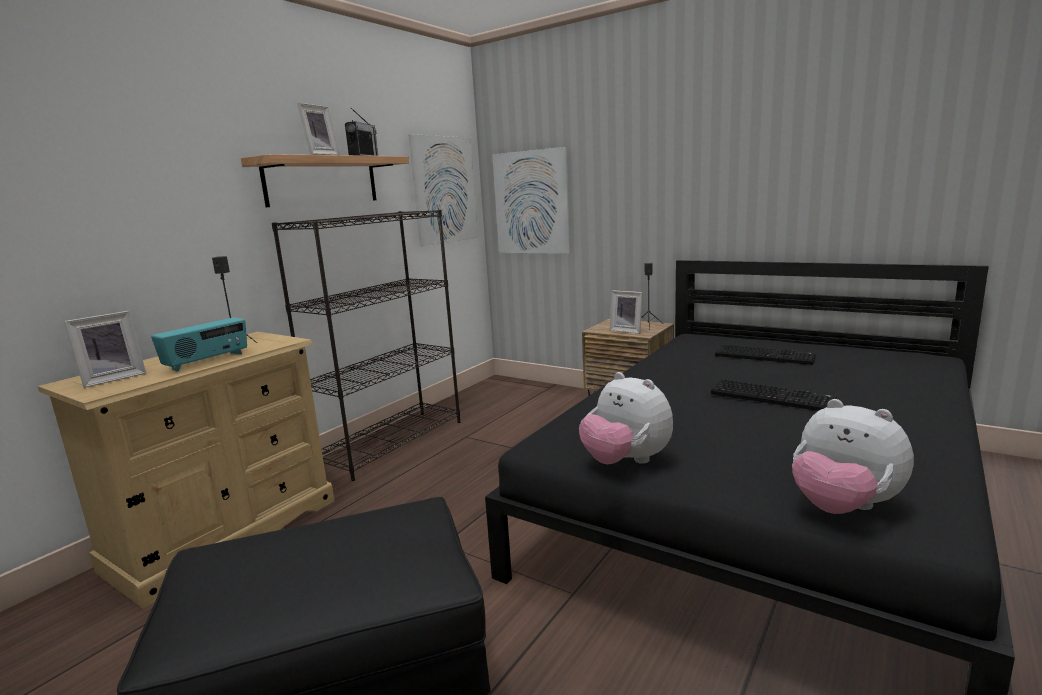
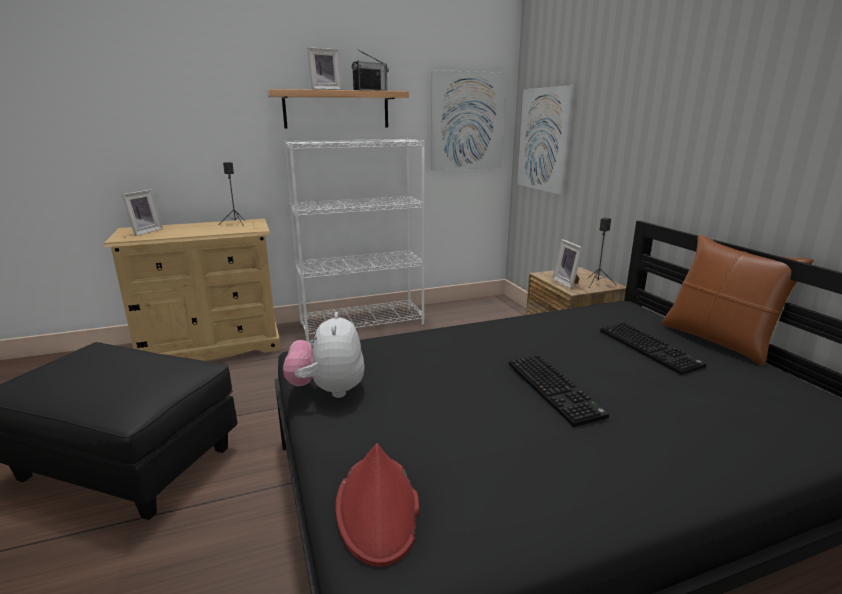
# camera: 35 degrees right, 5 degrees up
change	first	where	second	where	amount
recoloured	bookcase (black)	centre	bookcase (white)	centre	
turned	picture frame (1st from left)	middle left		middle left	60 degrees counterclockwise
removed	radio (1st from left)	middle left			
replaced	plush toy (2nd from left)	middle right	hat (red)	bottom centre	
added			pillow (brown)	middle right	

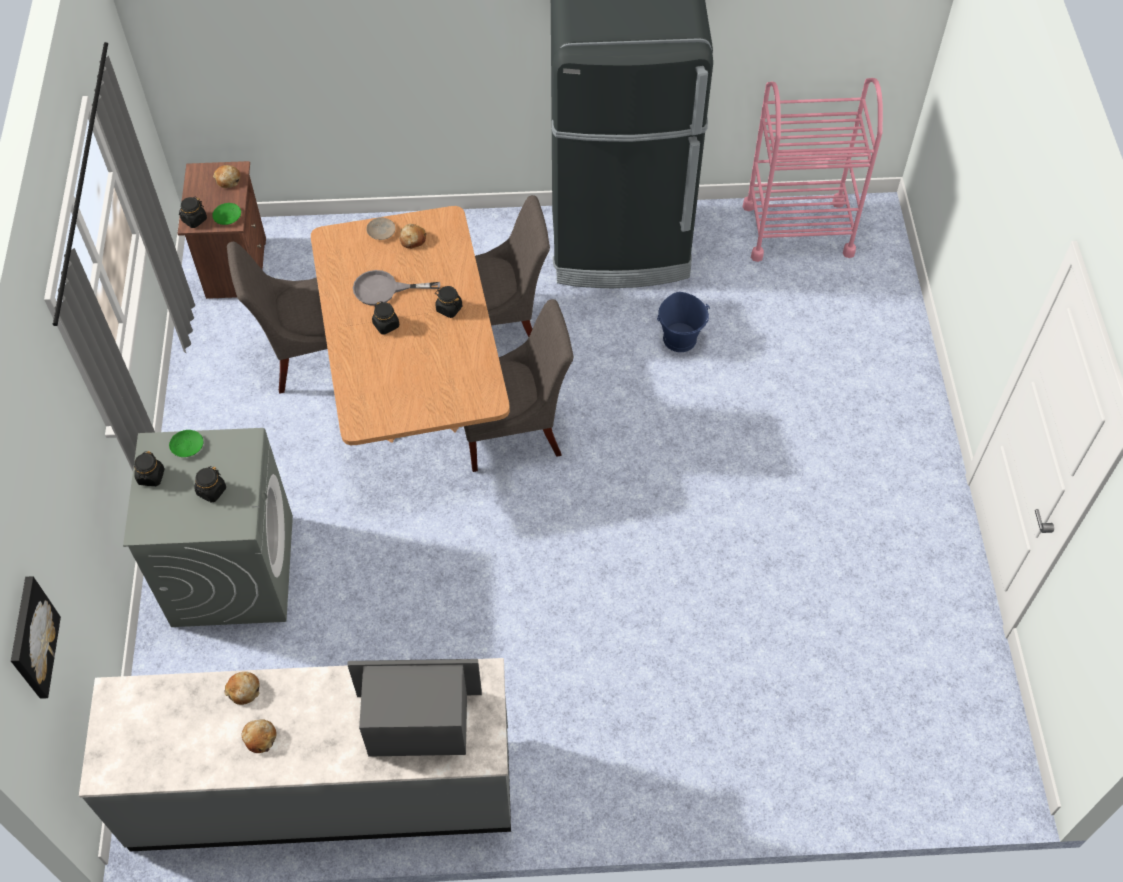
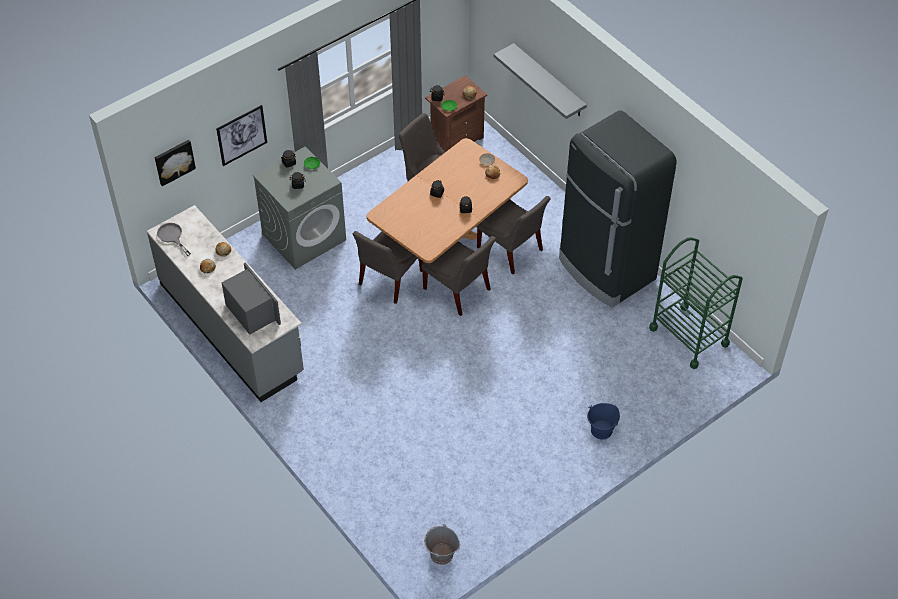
# camera: 55 degrees right, 5 degrees down
change	first	where	second	where	amount
recoloured	cart (pink)	top right	cart (green)	middle right	
moved	frying pan (grey)	top centre		middle left	
moved	bucket (blue)	centre		bottom right	
added			shelf (grey)	top centre	
added			picture (2nd from left)	top left	
added			chair (grey) (1st from left)	centre	
added			bucket (grey)	bottom centre	

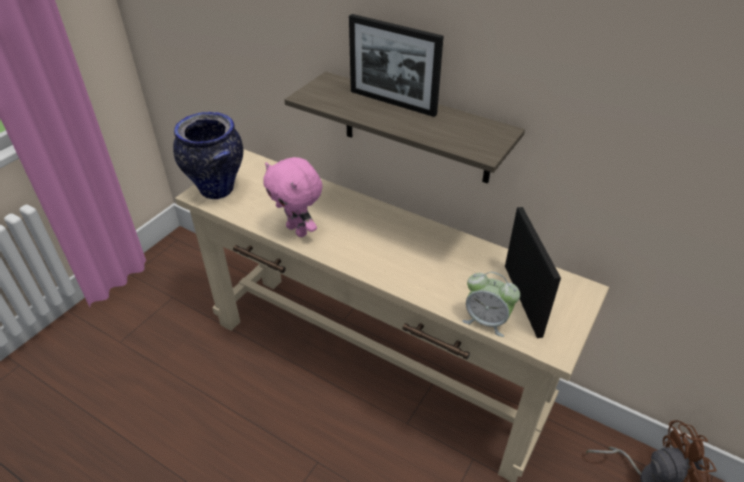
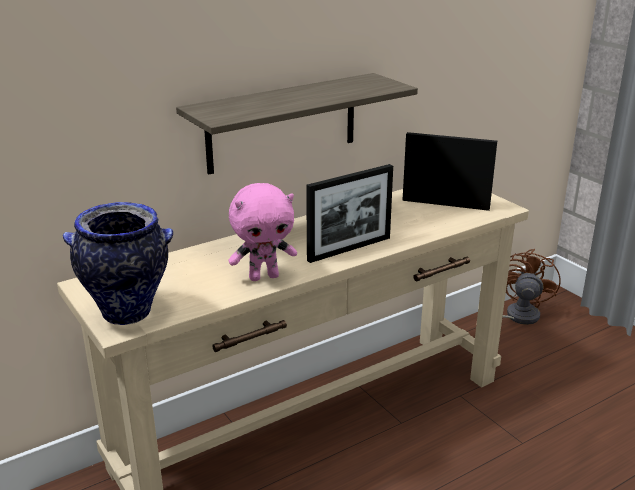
# camera: 65 degrees left, 15 degrees down
change	first	where	second	where	amount
moved	picture frame (1st from left)	top centre		centre	
removed	alarm clock	centre			

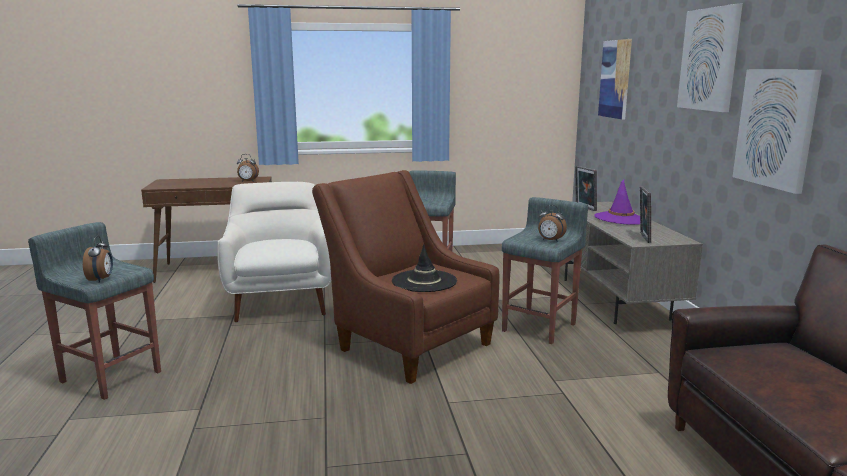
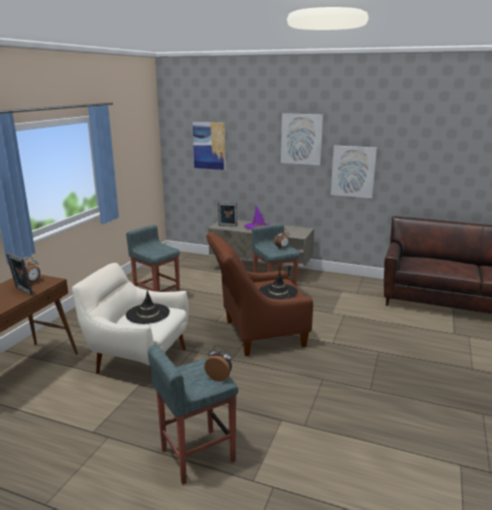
# camera: 60 degrees left, 5 degrees up
change	first	where	second	where	amount
moved	picture frame (2nd from left in the first image)	middle right	picture frame (1st from left)	middle left	
added			hat (black) (1st from left)	middle left	

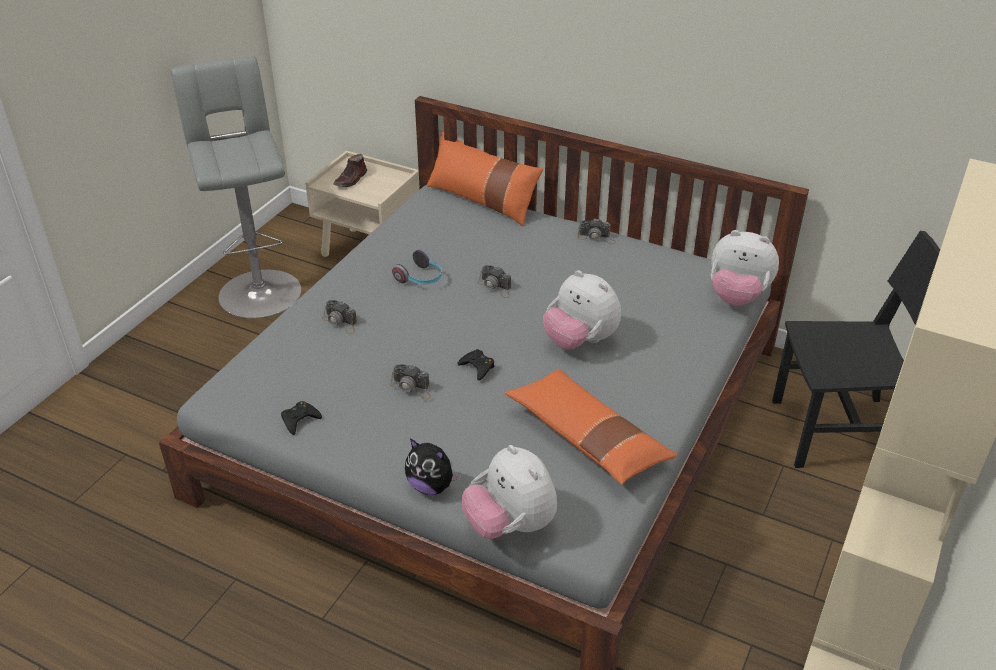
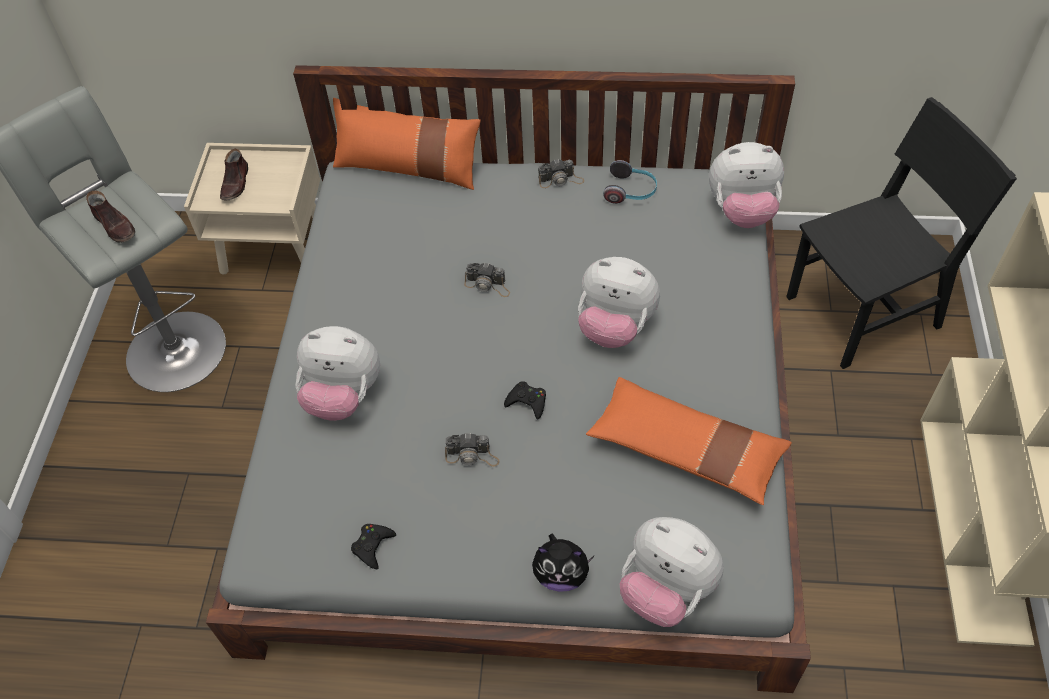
# camera: 20 degrees left, 15 degrees up
change	first	where	second	where	amount
moved	headphones	centre		top centre	
replaced	photo camera (1st from left)	centre	plush toy (1st from left)	middle left	
added			shoe (brown) (1st from left)	top left	

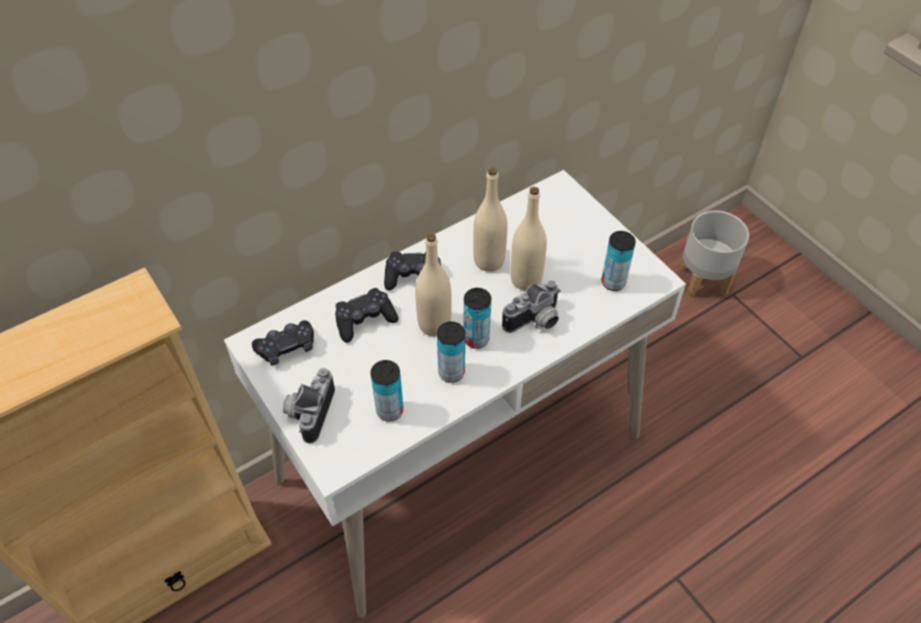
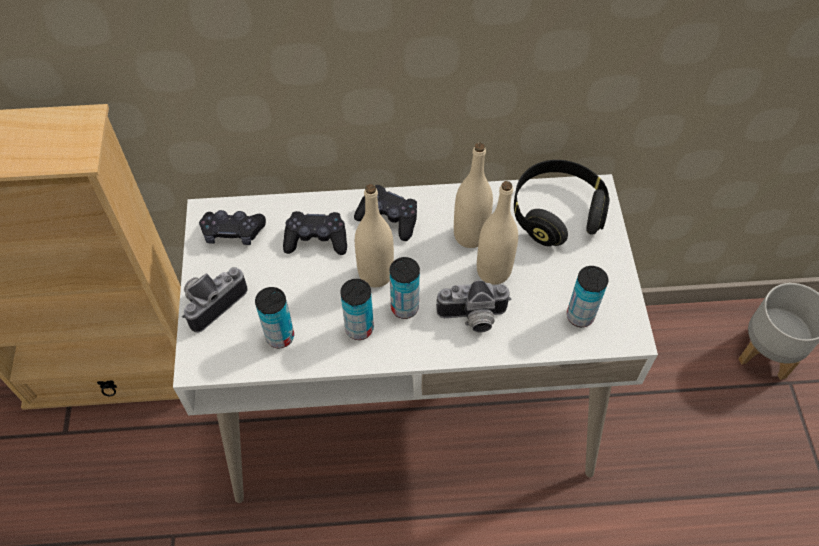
# camera: 30 degrees right, 5 degrees up
change	first	where	second	where	amount
added			headphones (black)	middle right	

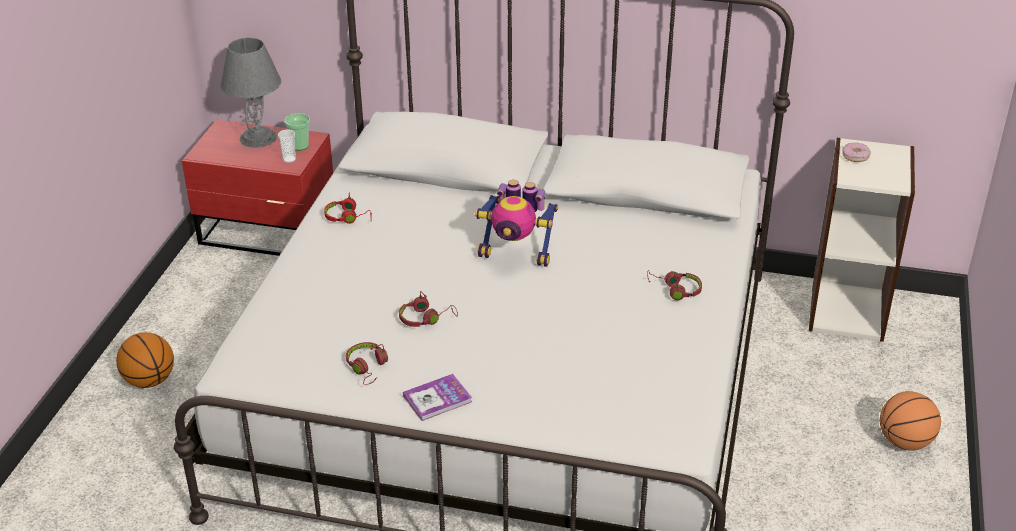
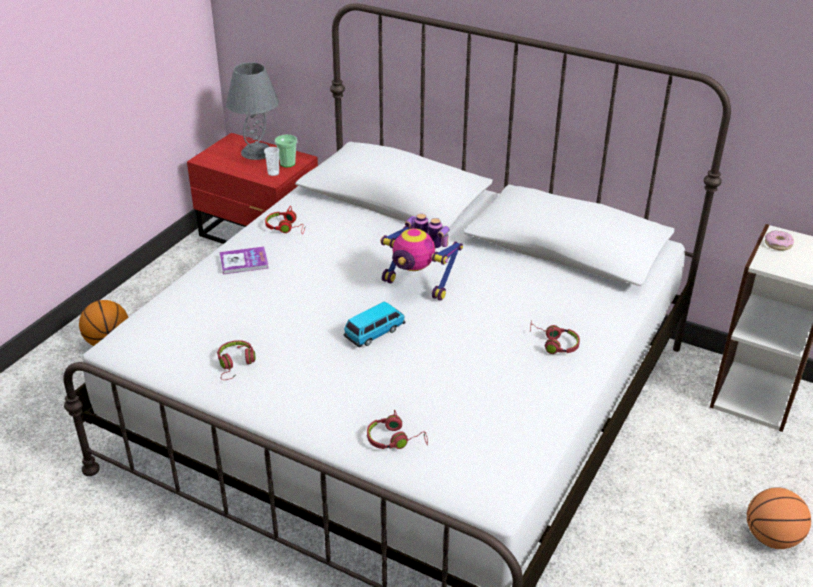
# camera: 15 degrees right, 0 degrees up
change	first	where	second	where	amount
moved	headphones (red) (3rd from left)	centre		bottom centre	
moved	book	bottom centre		middle left	
added			toy car	centre	

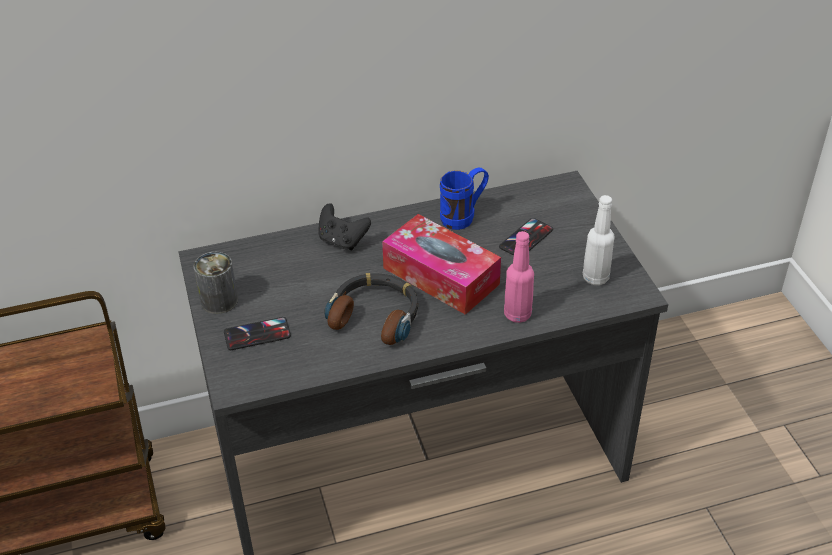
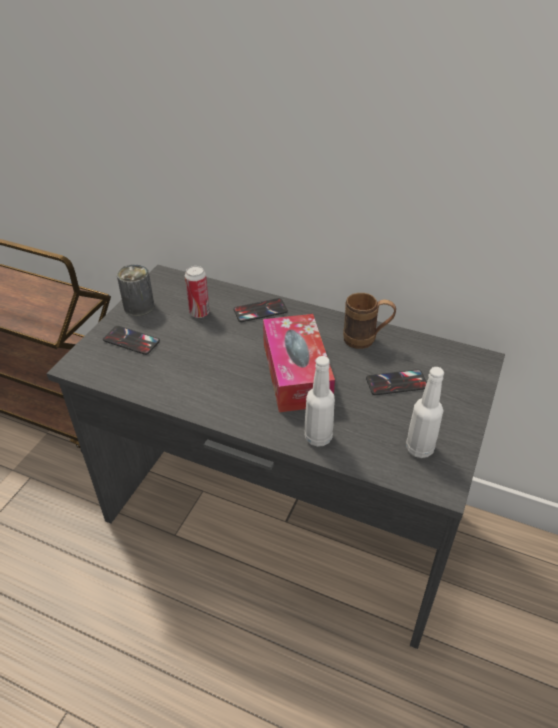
# camera: 40 degrees right, 0 degrees up
change	first	where	second	where	amount
recoloured	mug (blue)	centre	mug (brown)	centre	
replaced	game controller (black)	centre	phone (2nd from left)	centre	
recoloured	bottle (pink)	centre	bottle (white) (1st from left)	centre	
removed	headphones	centre			
added			can (2nd from left)	centre	

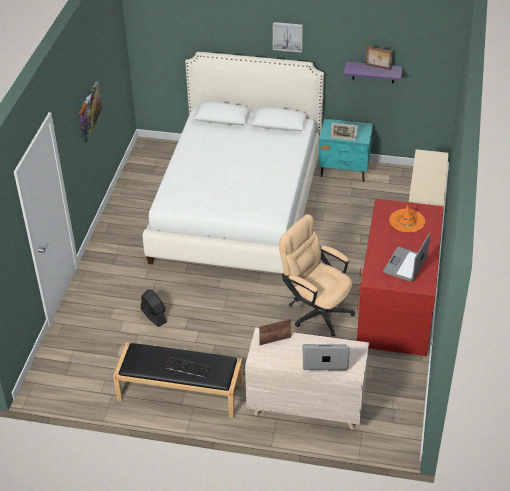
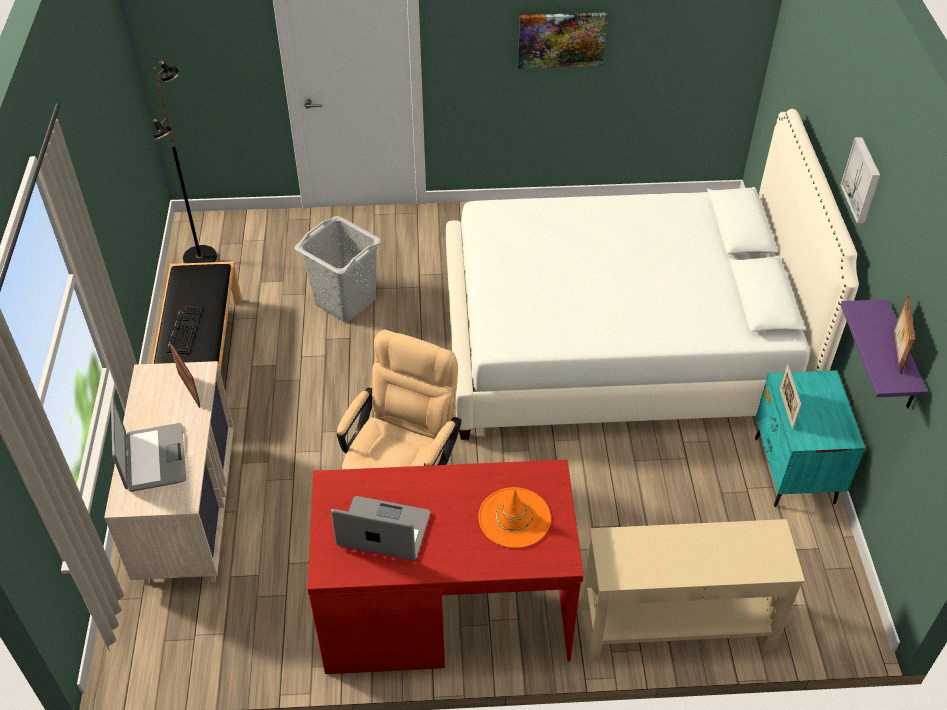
# camera: 75 degrees right, 5 degrees up
change	first	where	second	where	amount
replaced	fan (black)	middle left	laundry basket (grey)	centre	
added			floor lamp (black)	top left	

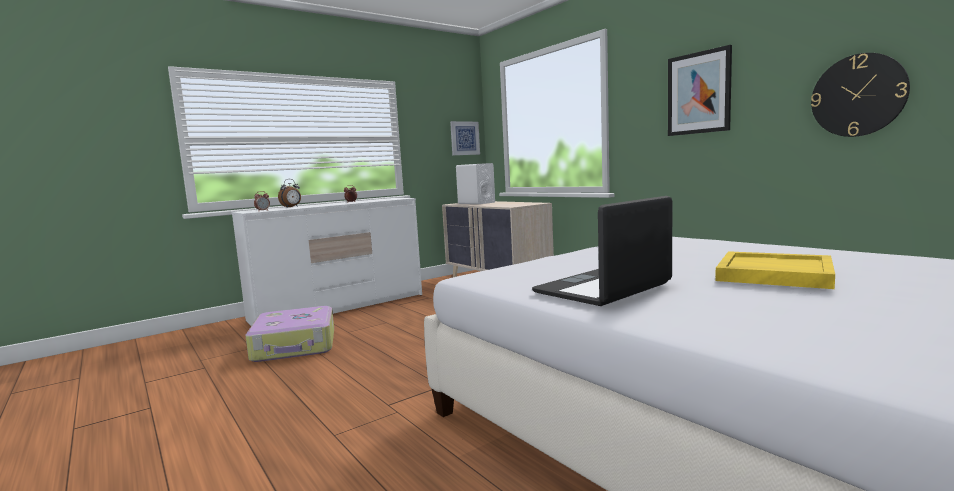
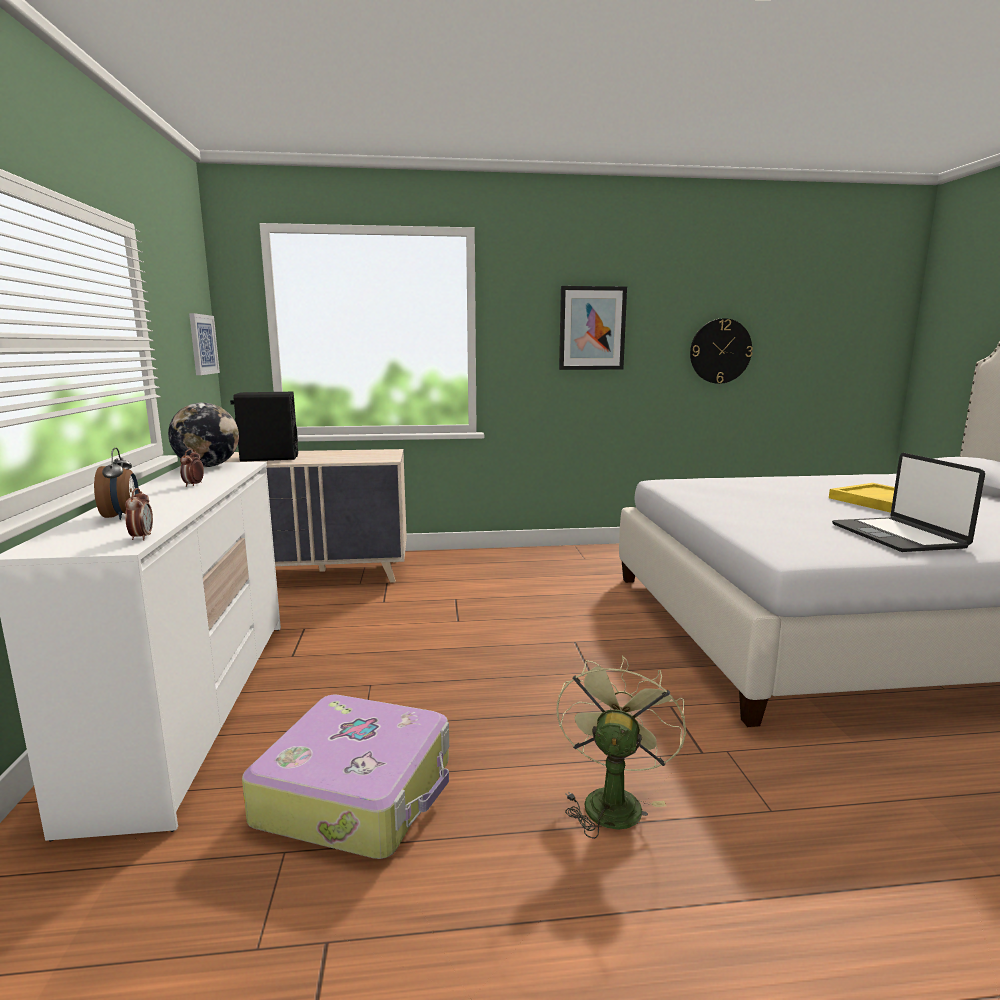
# camera: 60 degrees left, 5 degrees up
change	first	where	second	where	amount
recoloured	speaker (white)	centre	speaker (black)	middle left	
added			globe	middle left	
added			fan (green)	bottom centre	

